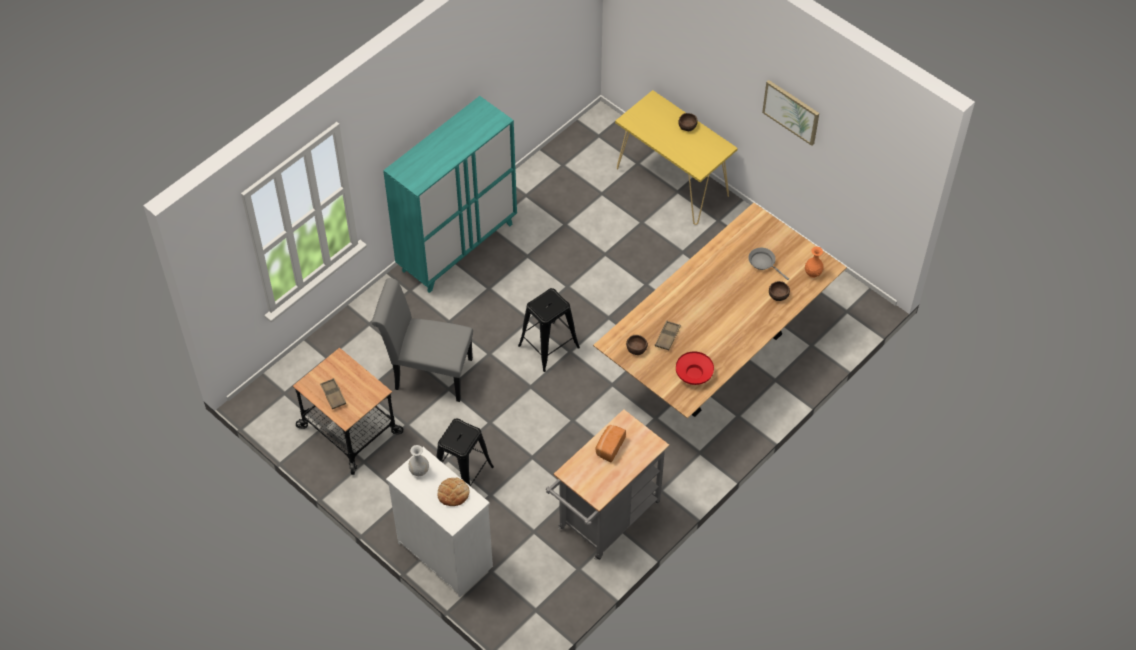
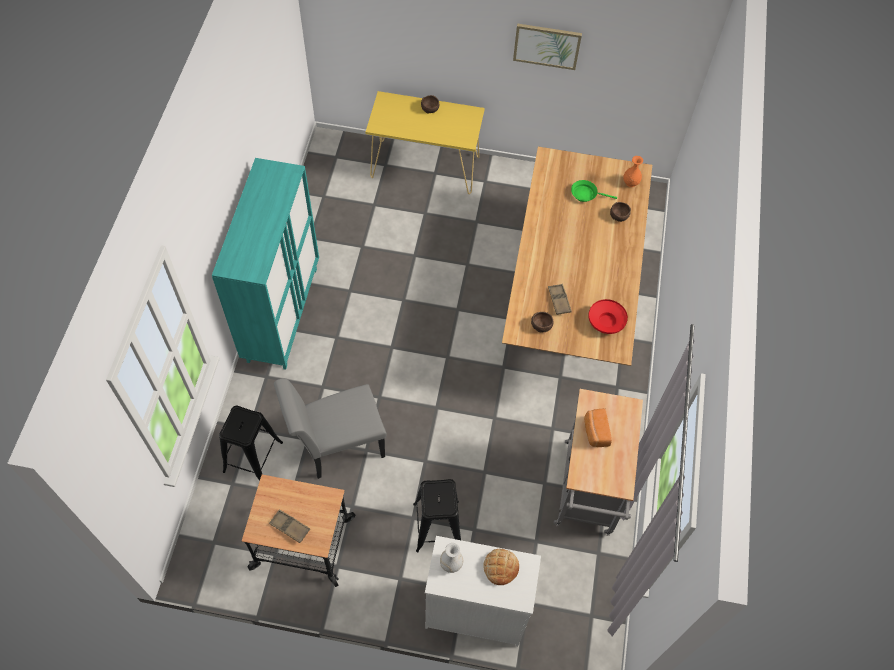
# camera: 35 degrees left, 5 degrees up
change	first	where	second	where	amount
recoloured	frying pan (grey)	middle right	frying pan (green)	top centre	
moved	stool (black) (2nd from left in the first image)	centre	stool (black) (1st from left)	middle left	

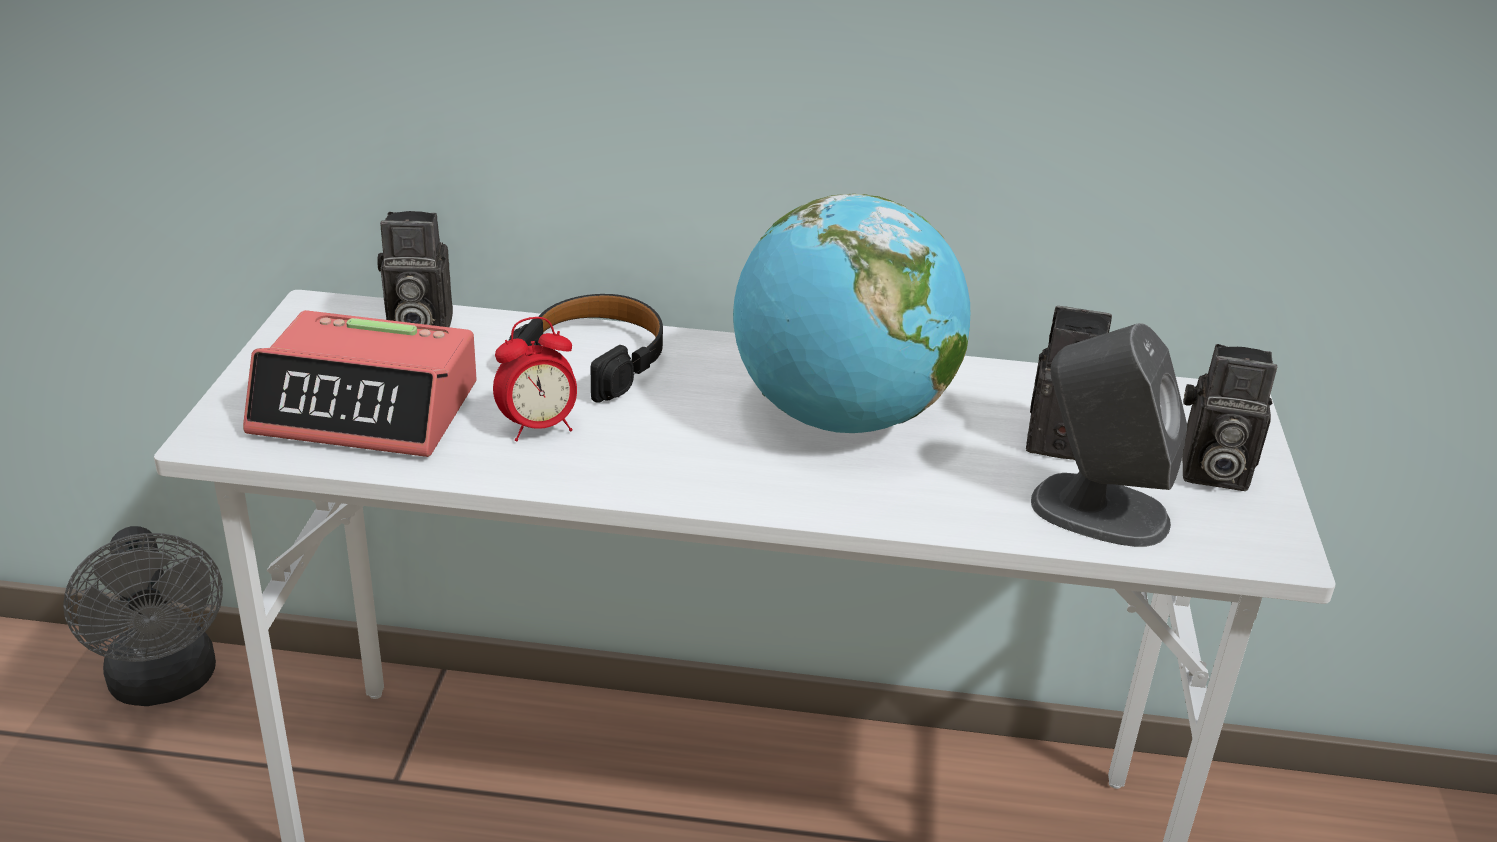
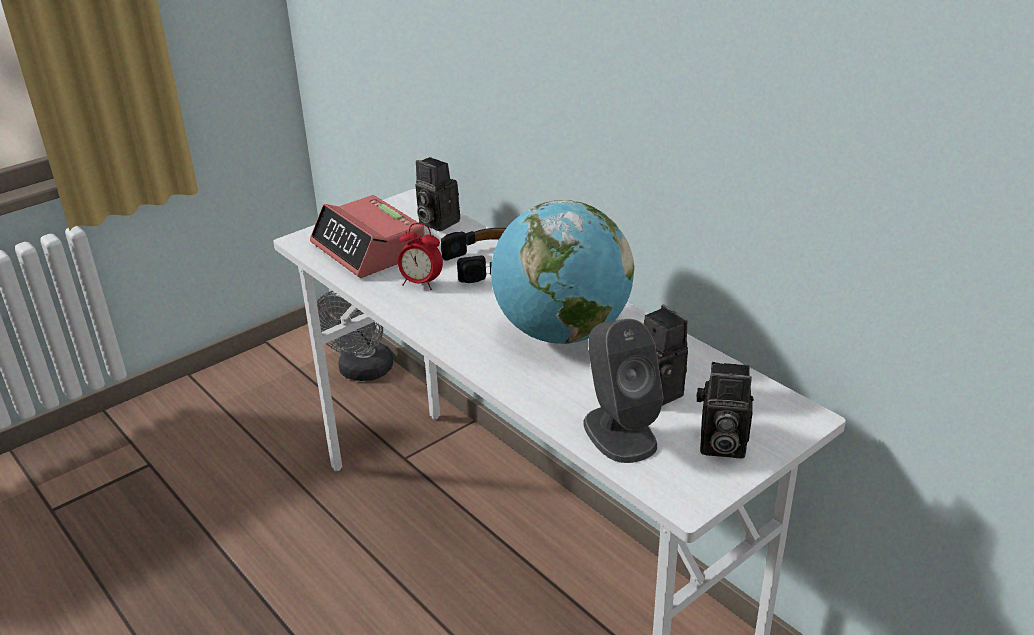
# camera: 45 degrees right, 0 degrees up
change	first	where	second	where	amount
turned	photo camera (3rd from left)	middle right		middle right	45 degrees counterclockwise

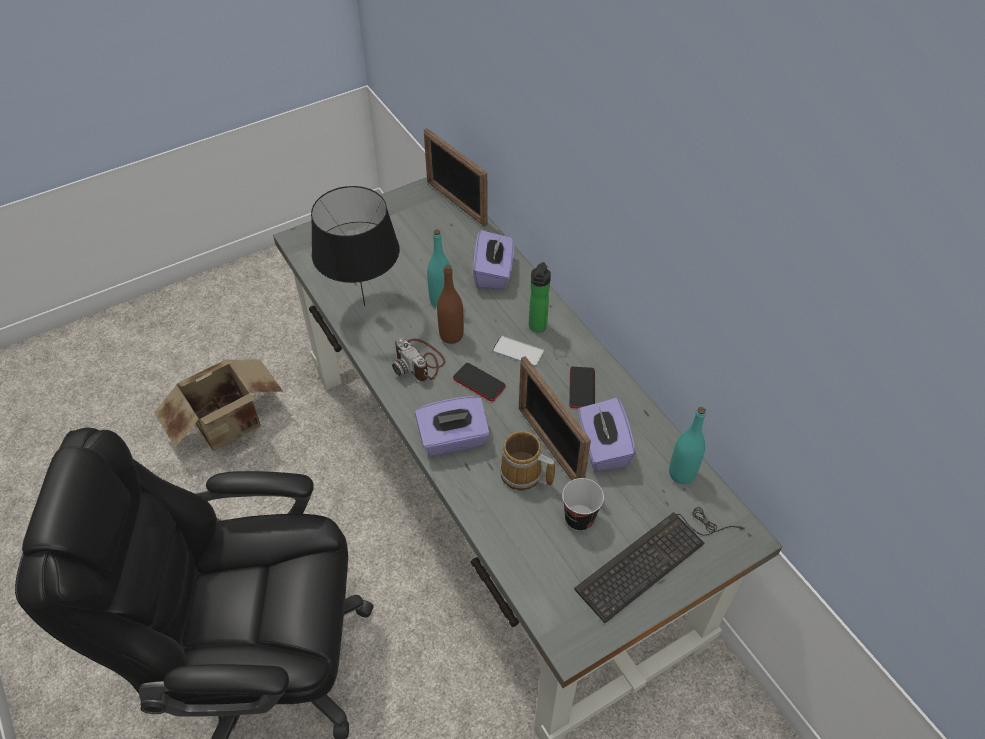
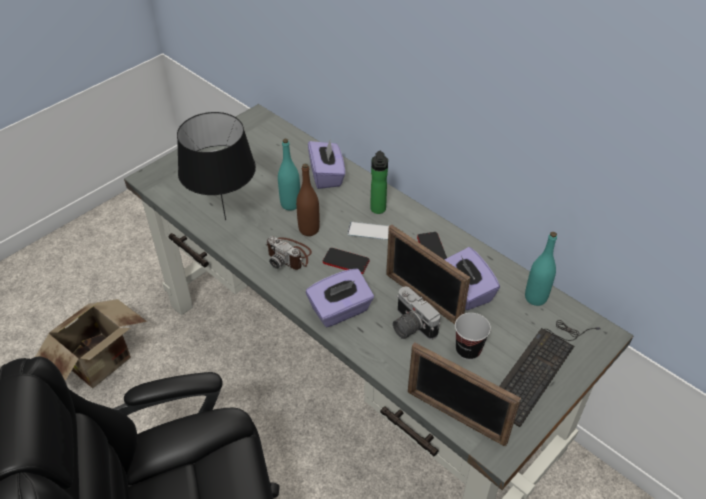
# camera: 15 degrees left, 5 degrees down
change	first	where	second	where	amount
moved	picture frame (1st from left in the first image)	top centre	picture frame (2nd from left)	bottom centre	
replaced	mug	centre	photo camera (2nd from left)	centre	

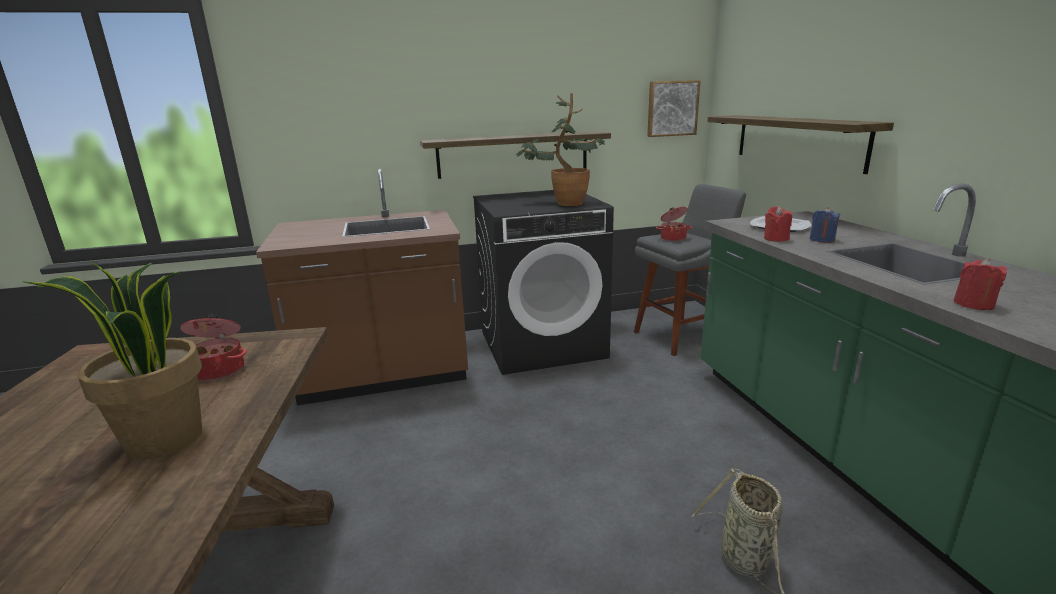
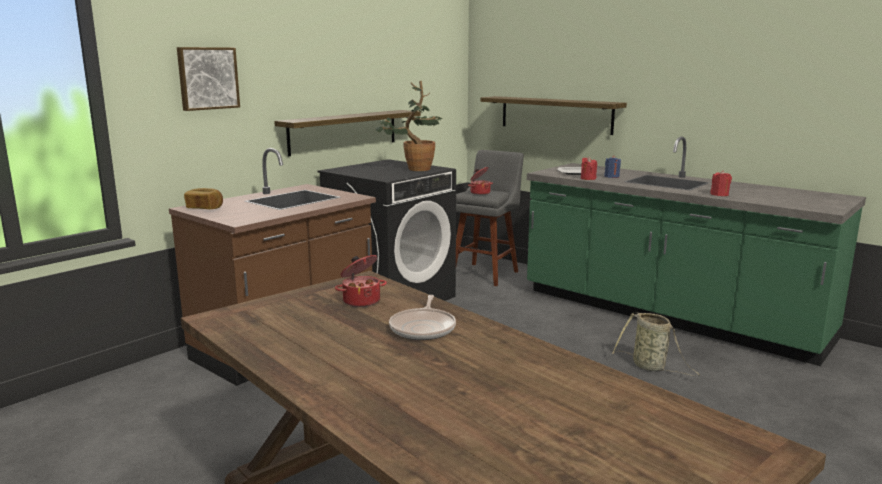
# camera: 35 degrees left, 5 degrees down
change	first	where	second	where	amount
moved	picture	top centre		top left	
replaced	potted plant (1st from left)	middle left	frying pan	centre	
added			bread	middle left	

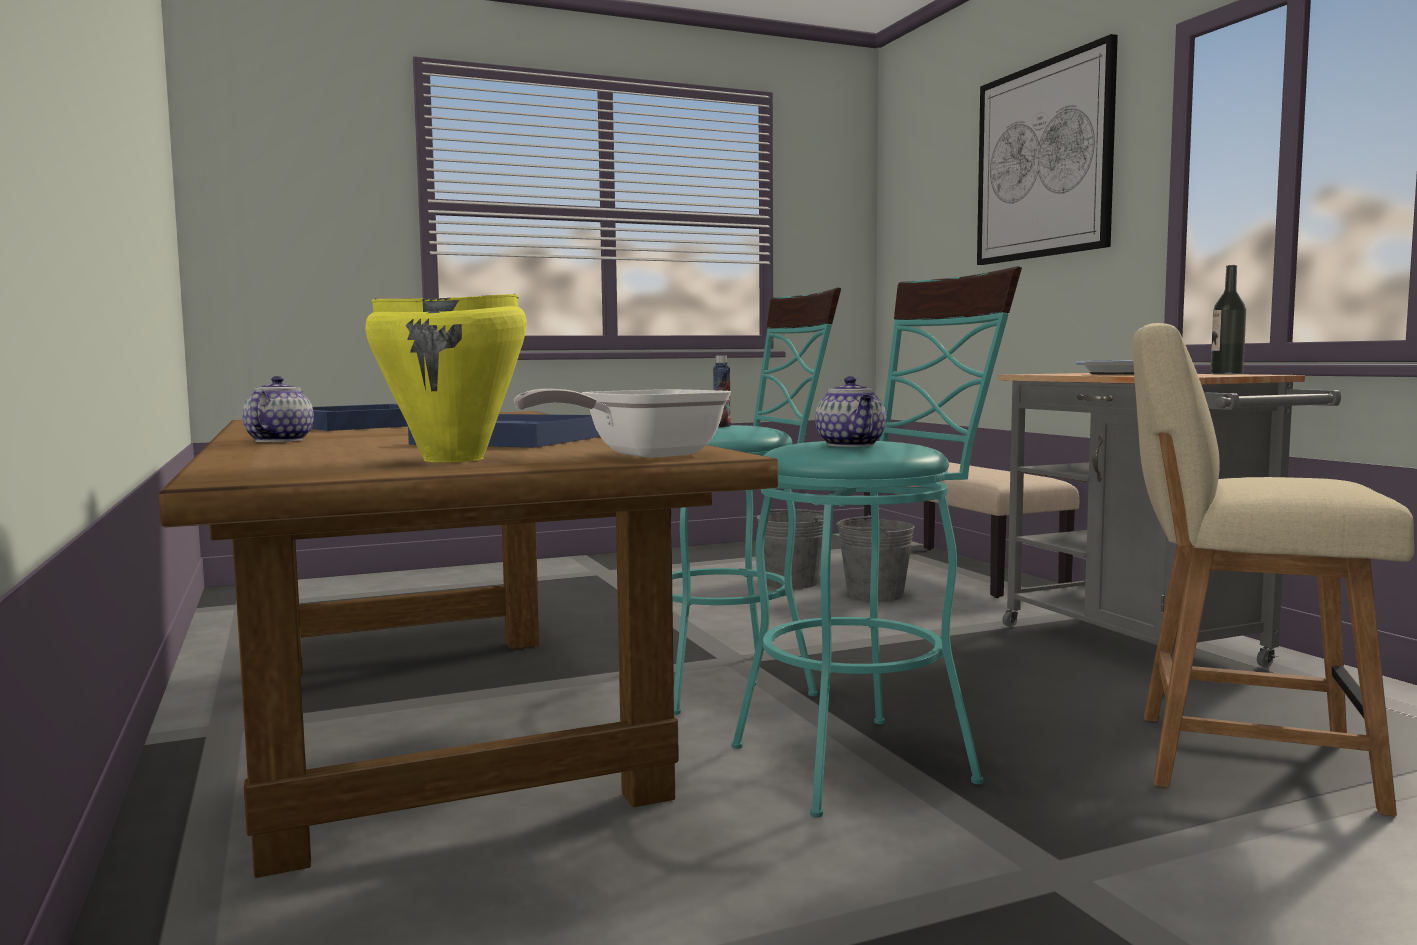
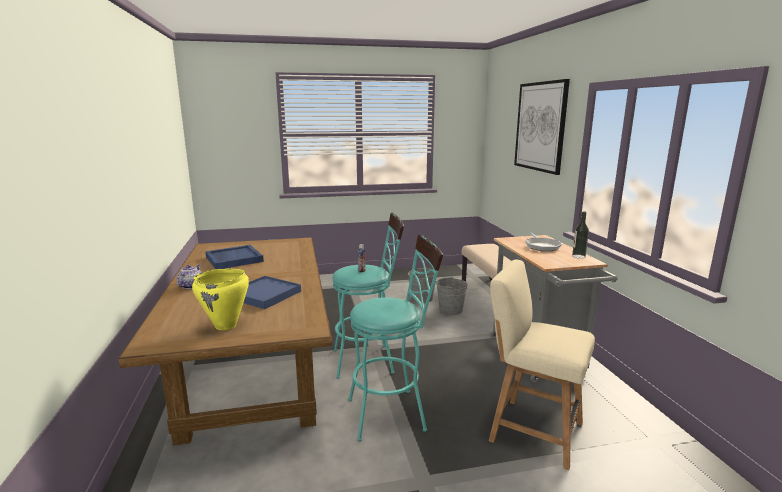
# camera: 10 degrees right, 10 degrees up
change	first	where	second	where	amount
removed	teapot (2nd from left)	centre			
removed	frying pan (1st from left)	centre			

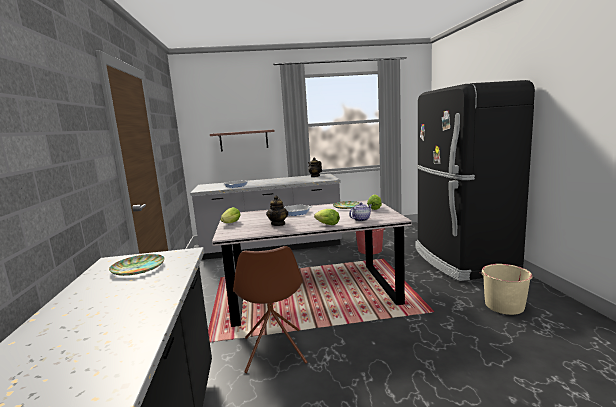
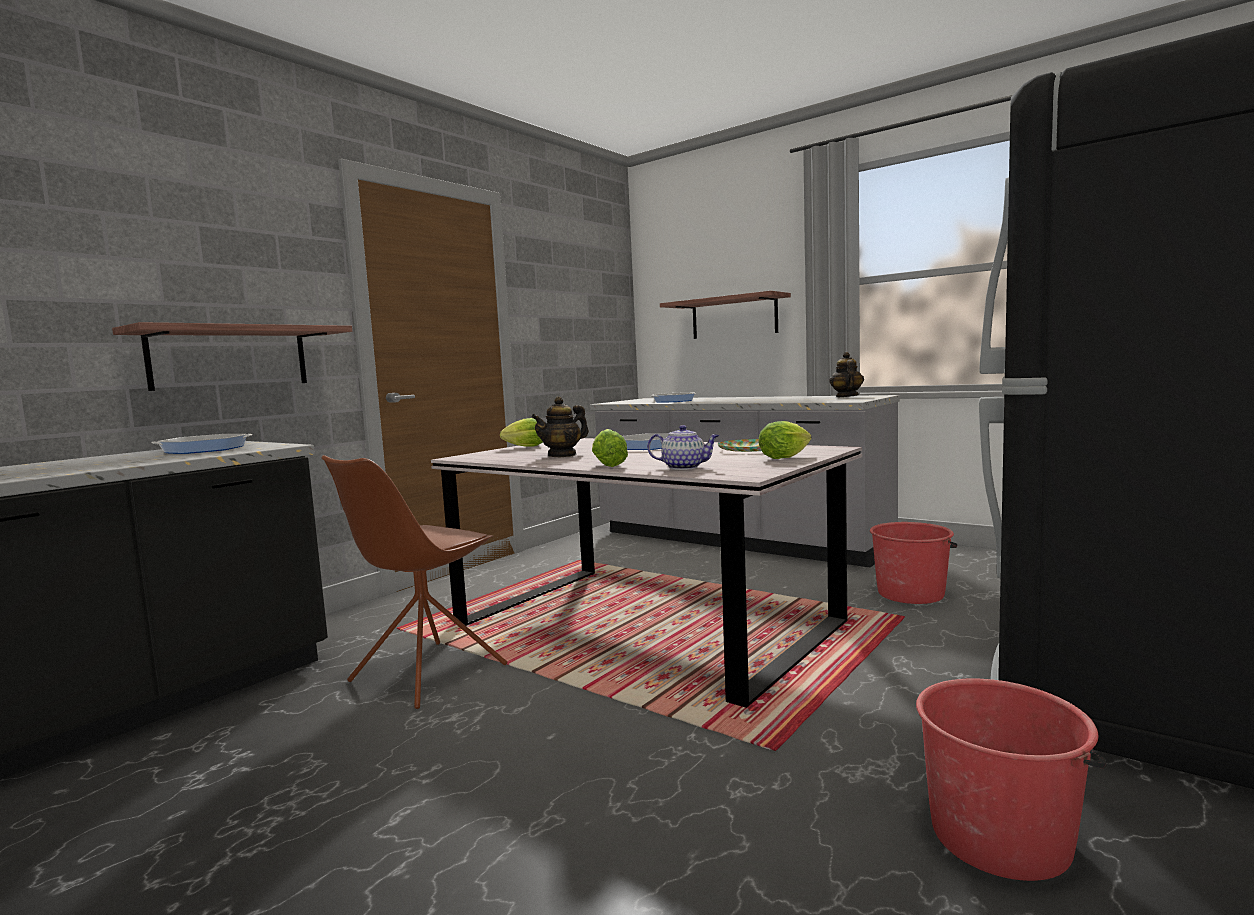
# camera: 45 degrees right, 5 degrees down
change	first	where	second	where	amount
replaced	plate (1st from left)	middle left	frying pan (1st from left)	middle left	
recoloured	bucket (beige)	bottom right	bucket (red) (2nd from left)	bottom right	
added			shelf (1st from left)	middle left	

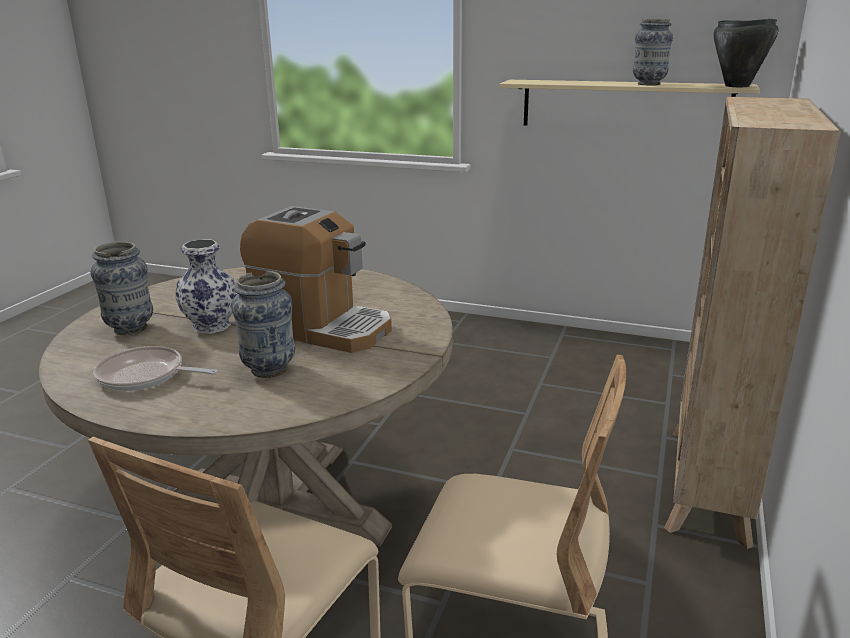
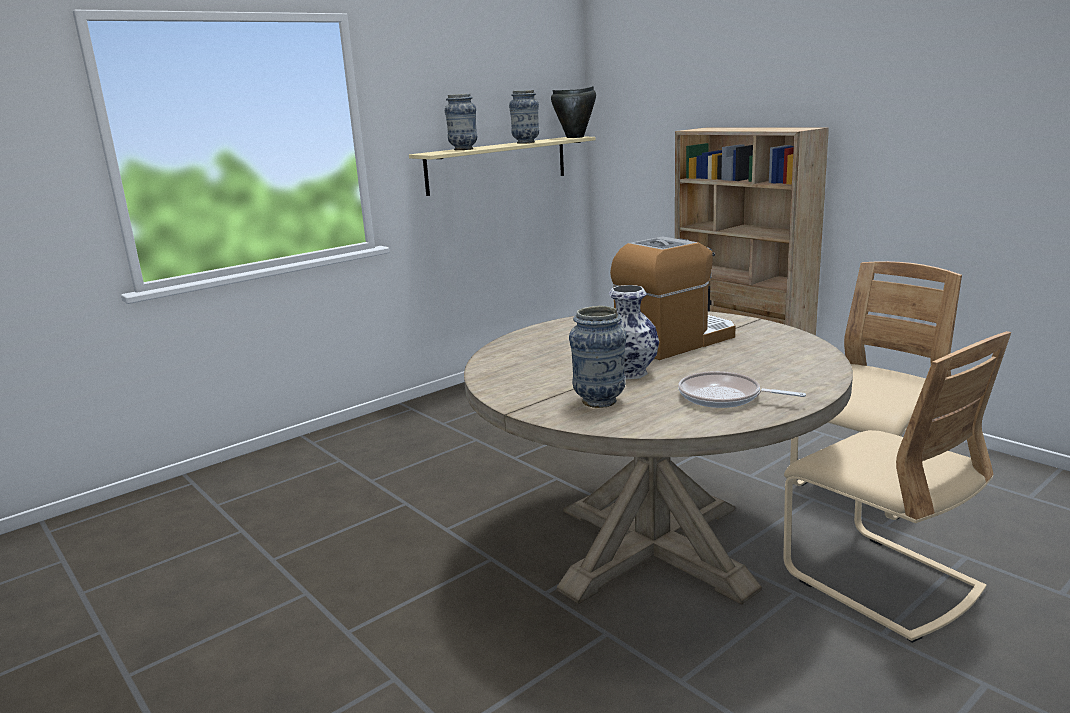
# camera: 60 degrees left, 5 degrees down
change	first	where	second	where	amount
moved	vase (3rd from left in the first image)	middle left	vase (1st from left)	top centre	
turned	frying pan	middle left		middle right	75 degrees clockwise

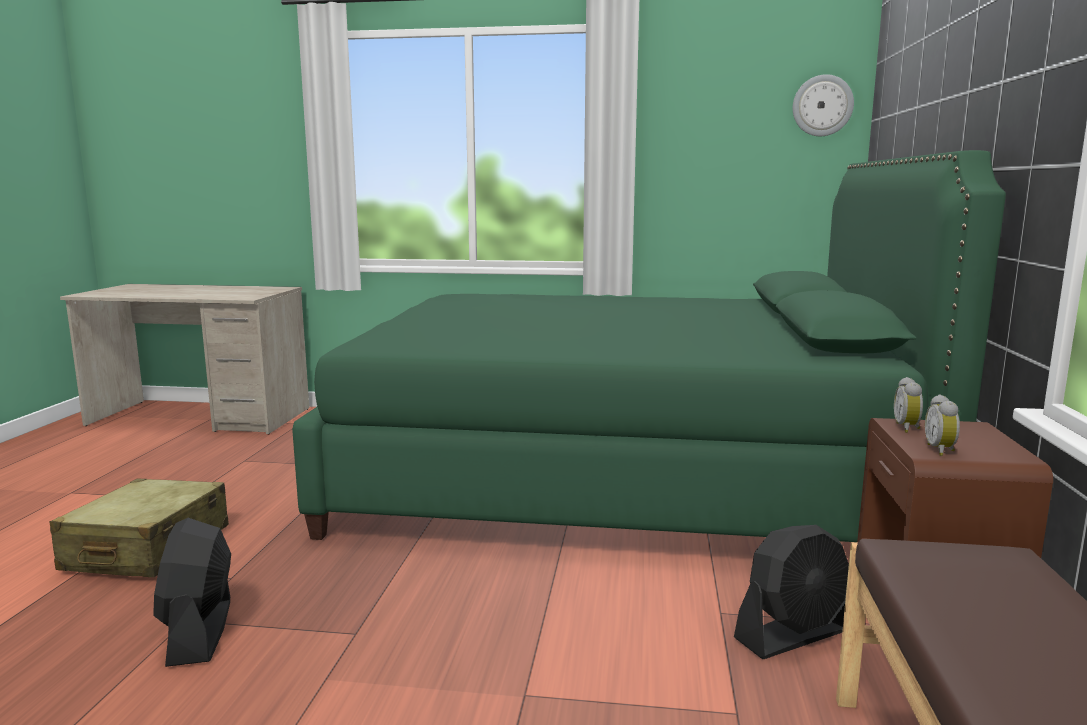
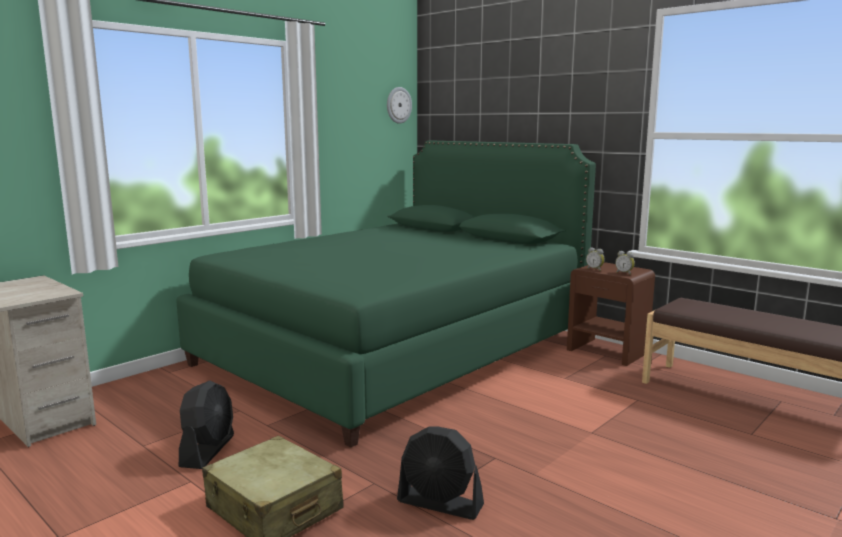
# camera: 55 degrees left, 0 degrees up
change	first	where	second	where	amount
moved	fan (black) (2nd from left in the first image)	bottom right	fan (black) (1st from left)	bottom left	

